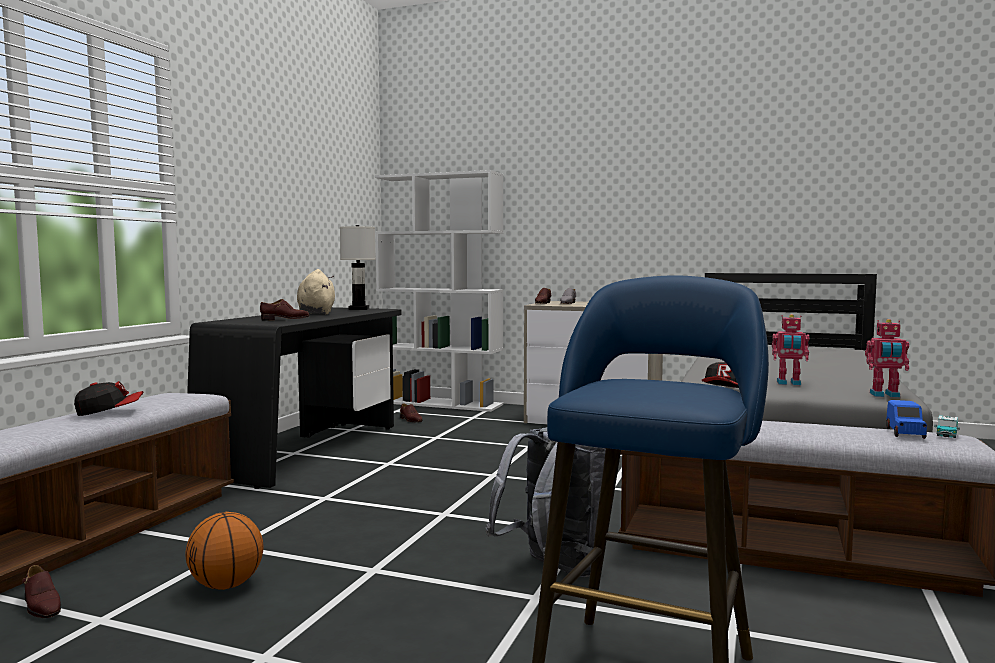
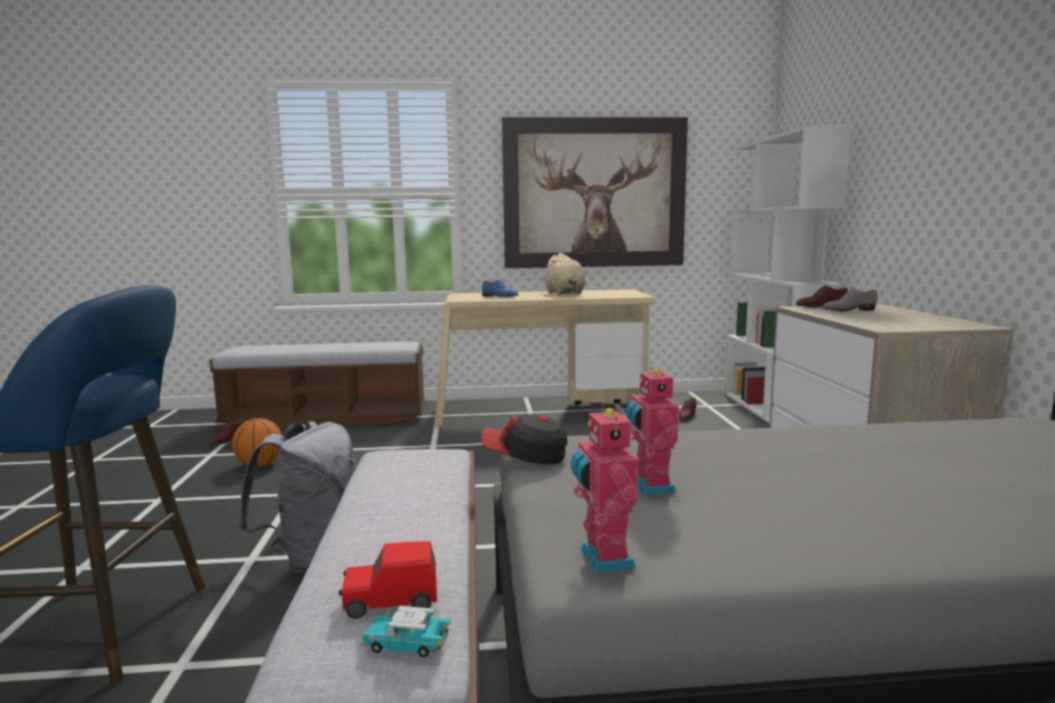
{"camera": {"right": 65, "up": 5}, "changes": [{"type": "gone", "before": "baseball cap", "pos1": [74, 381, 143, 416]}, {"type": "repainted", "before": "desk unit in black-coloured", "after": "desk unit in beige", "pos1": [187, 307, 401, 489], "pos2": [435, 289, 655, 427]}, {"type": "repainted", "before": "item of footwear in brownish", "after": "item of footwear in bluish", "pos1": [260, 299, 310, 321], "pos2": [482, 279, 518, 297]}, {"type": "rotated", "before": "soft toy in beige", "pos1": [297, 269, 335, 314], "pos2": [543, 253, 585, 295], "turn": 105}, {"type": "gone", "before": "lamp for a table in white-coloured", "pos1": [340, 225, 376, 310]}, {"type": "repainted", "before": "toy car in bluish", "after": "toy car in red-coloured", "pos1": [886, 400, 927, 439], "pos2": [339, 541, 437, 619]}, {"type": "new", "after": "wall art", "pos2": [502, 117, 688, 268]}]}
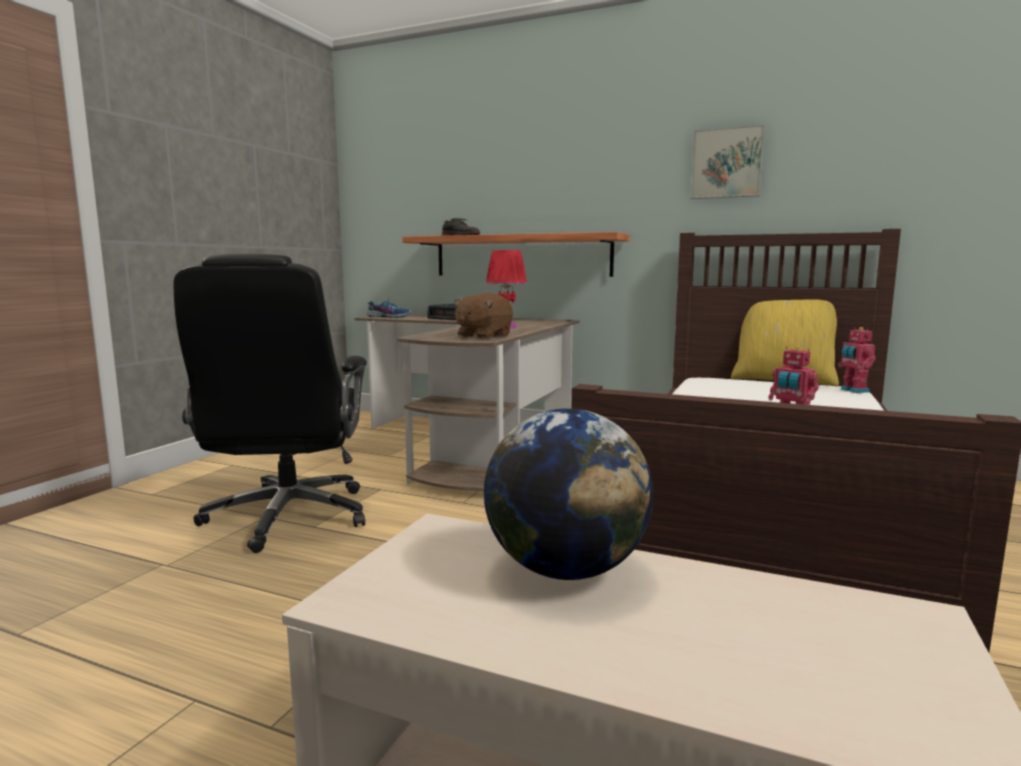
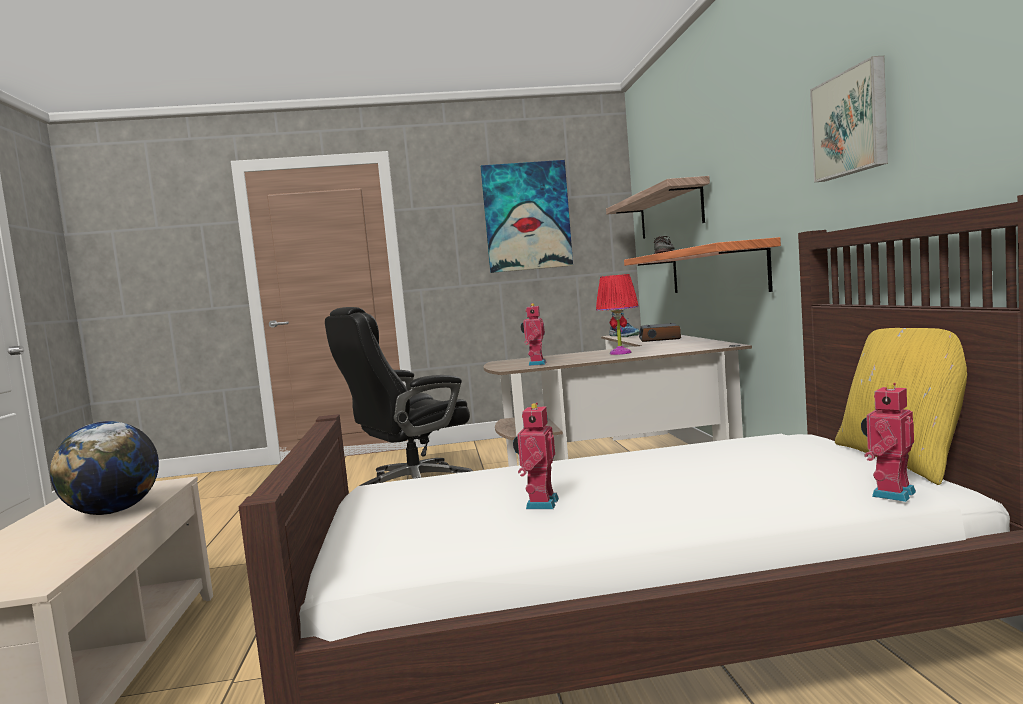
{"camera": {"right": 60, "up": -5}, "changes": [{"type": "swapped", "before": "soft toy in brownish", "after": "toy robot", "pos1": [454, 293, 513, 339], "pos2": [520, 303, 546, 366]}, {"type": "new", "after": "wall art", "pos2": [481, 160, 573, 273]}, {"type": "new", "after": "shelf", "pos2": [606, 176, 710, 239]}]}
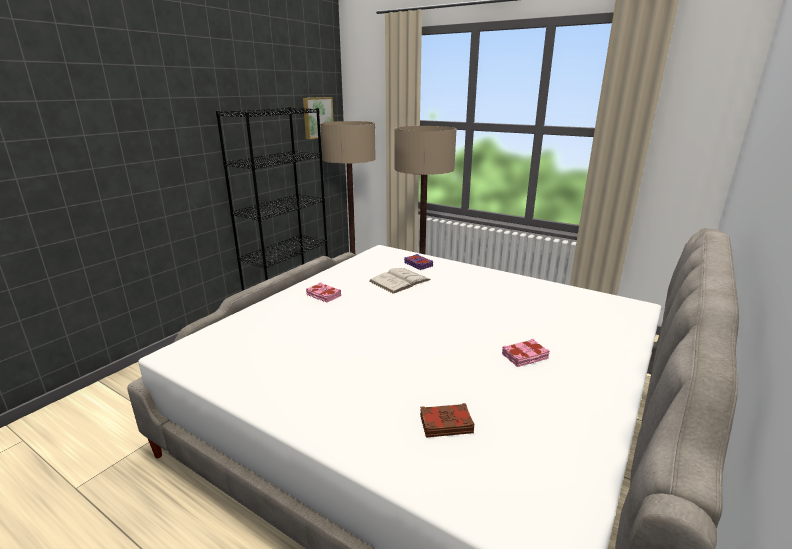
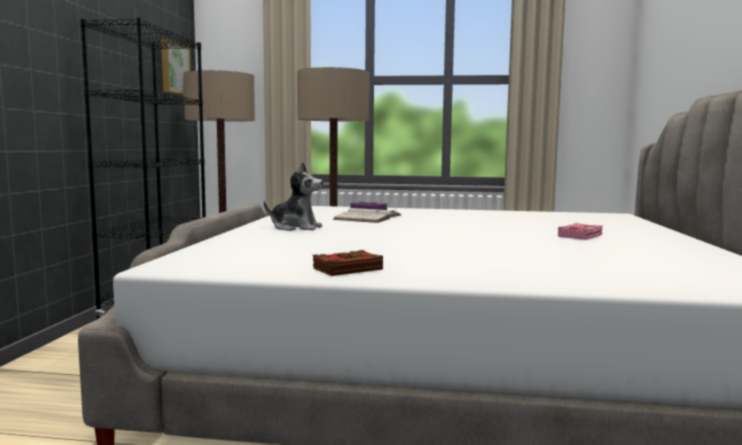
{"camera": {"right": -25, "up": -15}, "changes": [{"type": "swapped", "before": "book in pink-coloured", "after": "soft toy", "pos1": [306, 282, 341, 303], "pos2": [264, 162, 323, 231]}, {"type": "shifted", "before": "book in brownish", "pos1": [420, 403, 474, 438], "pos2": [313, 250, 383, 276]}]}
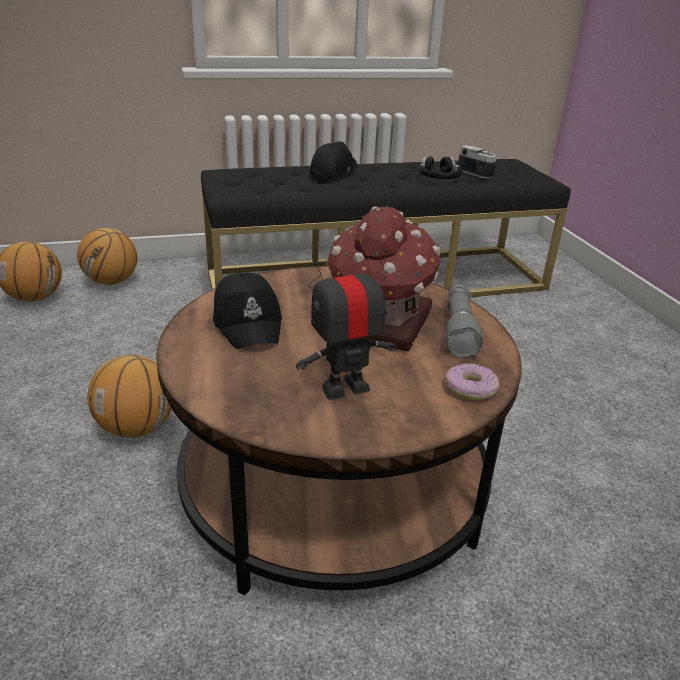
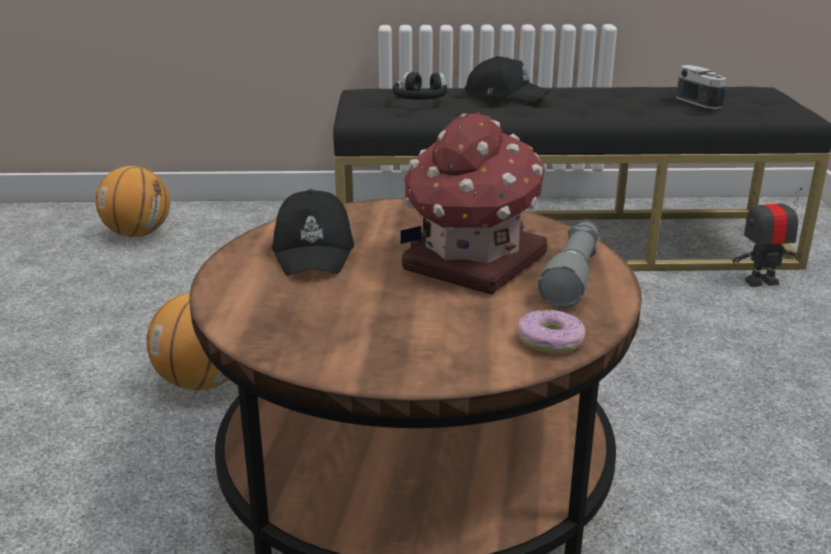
{"camera": {"right": 15, "up": -5}, "changes": [{"type": "gone", "before": "basketball", "pos1": [77, 228, 137, 285]}, {"type": "shifted", "before": "toy robot", "pos1": [296, 249, 397, 400], "pos2": [732, 188, 802, 287]}, {"type": "rotated", "before": "baseball cap in black-coloured", "pos1": [310, 141, 358, 179], "pos2": [465, 56, 549, 102], "turn": 75}, {"type": "shifted", "before": "pair of headphones in black-coloured", "pos1": [420, 156, 462, 179], "pos2": [393, 71, 447, 100]}]}
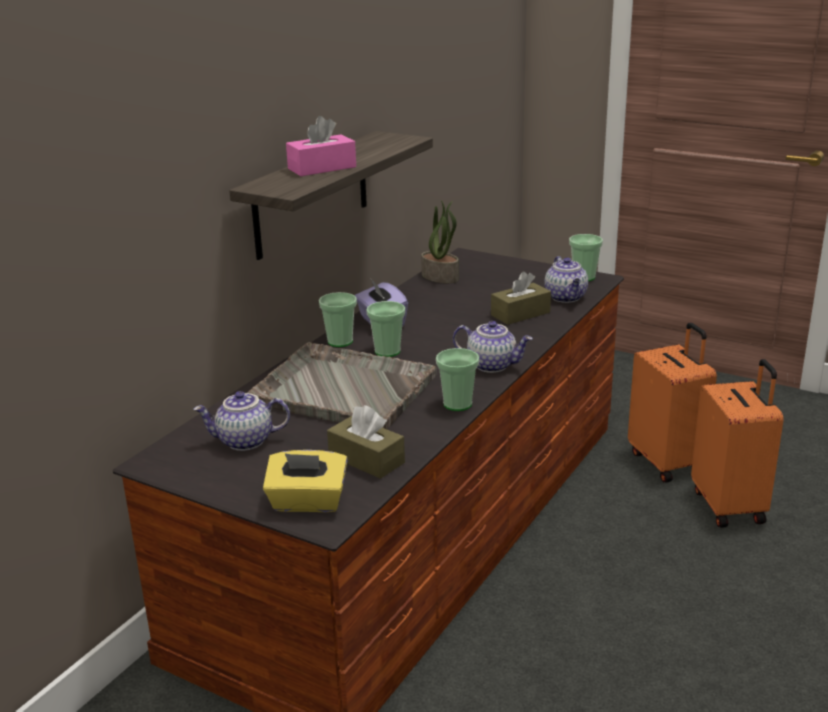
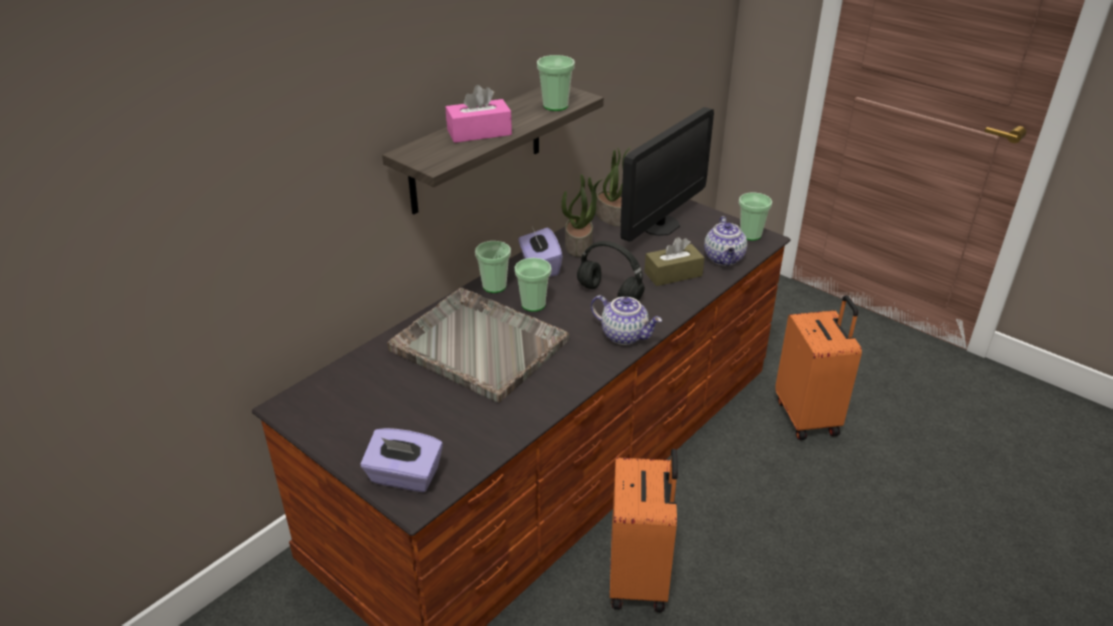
{"camera": {"right": 10, "up": 10}, "changes": [{"type": "gone", "before": "tea pot", "pos1": [193, 391, 290, 451]}, {"type": "repainted", "before": "tissue holder in yellow", "after": "tissue holder in purplish", "pos1": [263, 450, 348, 512], "pos2": [361, 428, 443, 492]}, {"type": "gone", "before": "tissue holder in brownish", "pos1": [327, 405, 405, 479]}, {"type": "shifted", "before": "small cup", "pos1": [436, 348, 479, 411], "pos2": [537, 55, 575, 111]}, {"type": "shifted", "before": "piece of luggage in orangey", "pos1": [691, 359, 784, 528], "pos2": [610, 449, 678, 612]}, {"type": "new", "after": "houseplant", "pos2": [561, 174, 603, 257]}, {"type": "new", "after": "pair of headphones in black-coloured", "pos2": [577, 241, 645, 301]}, {"type": "new", "after": "computer display", "pos2": [621, 107, 714, 242]}]}
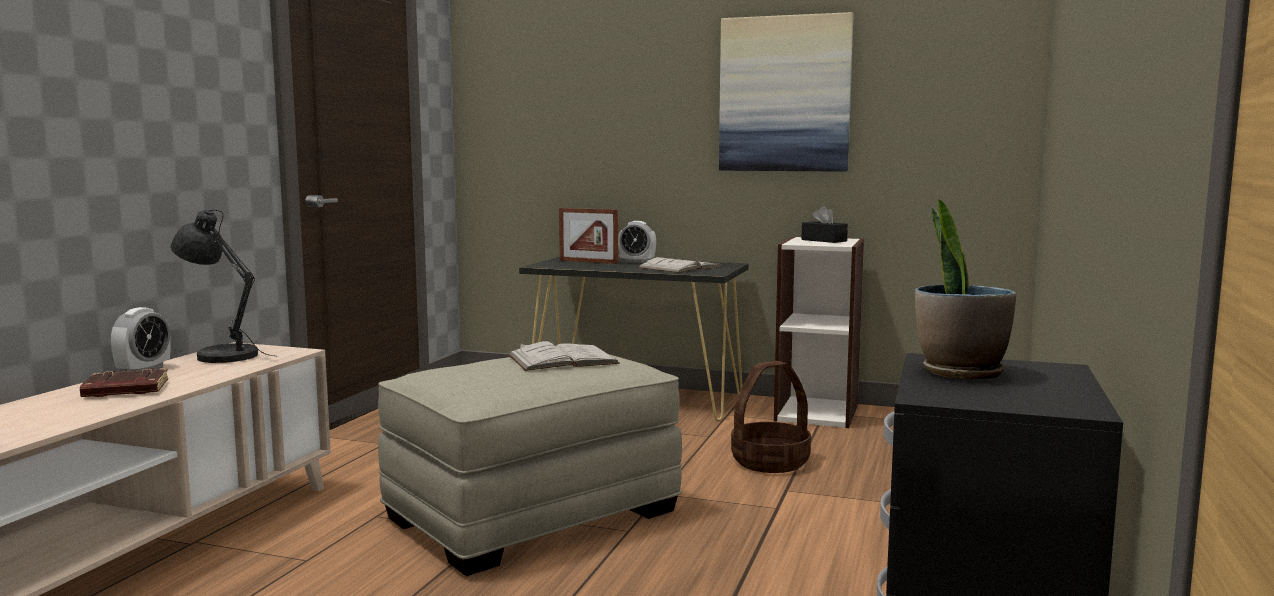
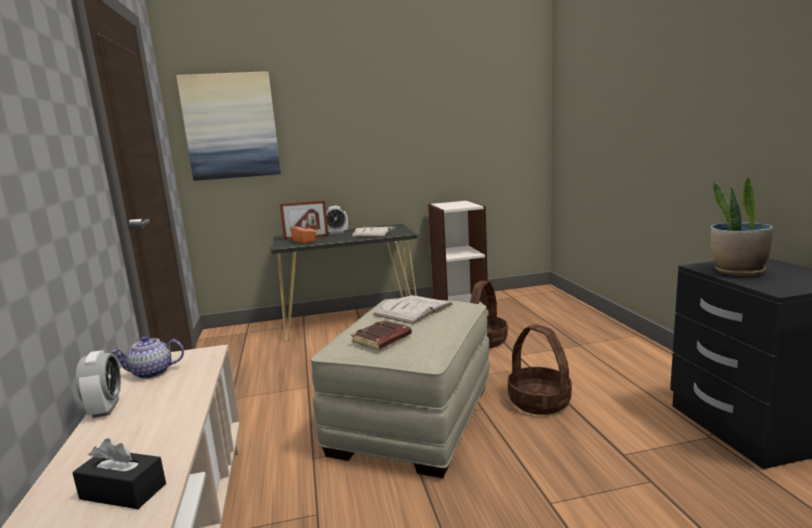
{"camera": {"right": -30, "up": 5}, "changes": [{"type": "shifted", "before": "book in brownish", "pos1": [80, 368, 168, 397], "pos2": [351, 320, 412, 350]}, {"type": "swapped", "before": "lamp for a table in grey", "after": "tea pot", "pos1": [170, 209, 273, 363], "pos2": [111, 336, 184, 379]}, {"type": "shifted", "before": "wall art", "pos1": [719, 12, 853, 172], "pos2": [176, 71, 281, 181]}, {"type": "shifted", "before": "tissue holder in black-coloured", "pos1": [801, 206, 848, 243], "pos2": [72, 438, 166, 509]}, {"type": "new", "after": "tissue holder in orangey", "pos2": [290, 220, 316, 244]}, {"type": "new", "after": "household basket", "pos2": [508, 324, 572, 415]}]}
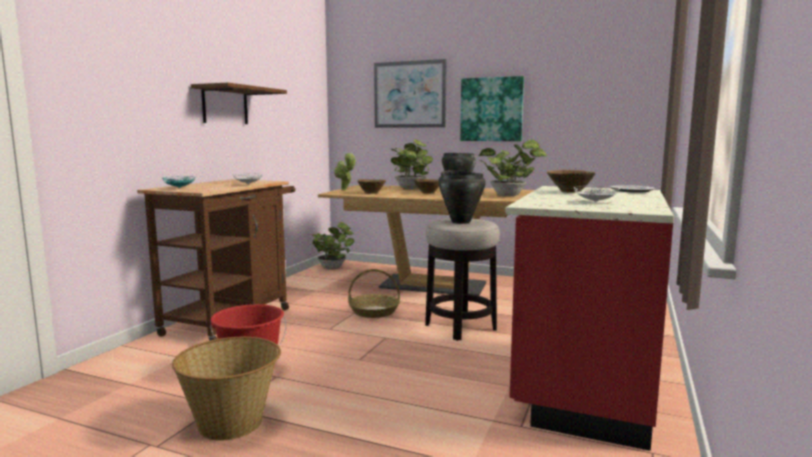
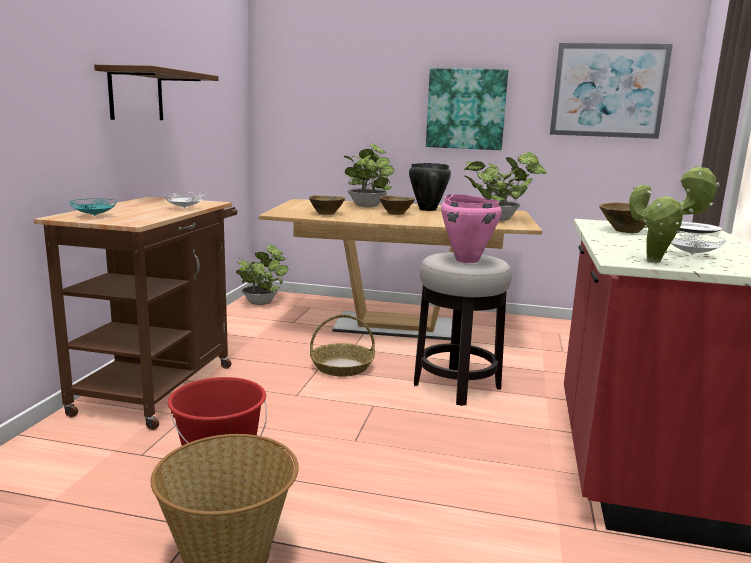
{"camera": {"right": -10, "up": 5}, "changes": [{"type": "shifted", "before": "houseplant", "pos1": [334, 152, 355, 190], "pos2": [629, 165, 720, 263]}, {"type": "shifted", "before": "wall art", "pos1": [374, 59, 447, 128], "pos2": [550, 43, 673, 139]}, {"type": "repainted", "before": "cooking pot in black-coloured", "after": "cooking pot in pink-coloured", "pos1": [438, 170, 486, 224], "pos2": [441, 194, 502, 263]}]}
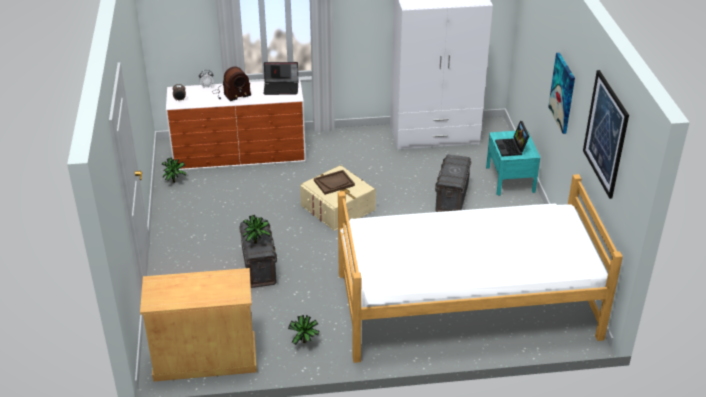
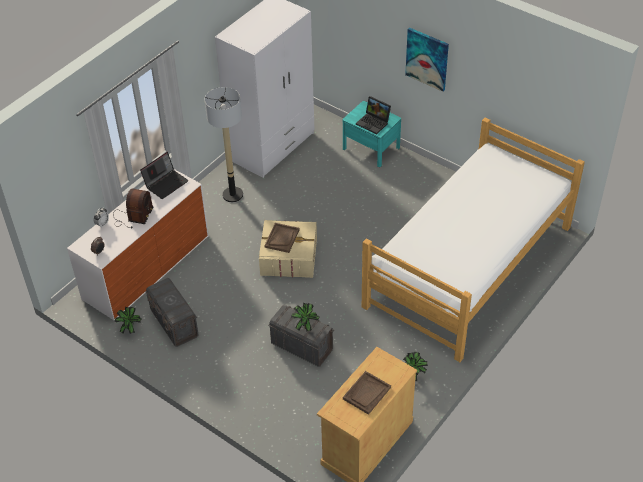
{"camera": {"right": -45, "up": 10}, "changes": [{"type": "shifted", "before": "storage container in grey", "pos1": [435, 154, 472, 212], "pos2": [145, 278, 199, 347]}, {"type": "gone", "before": "wall art", "pos1": [583, 70, 629, 199]}, {"type": "new", "after": "standard lamp", "pos2": [205, 87, 243, 202]}, {"type": "new", "after": "tray in brownish", "pos2": [343, 371, 391, 415]}]}
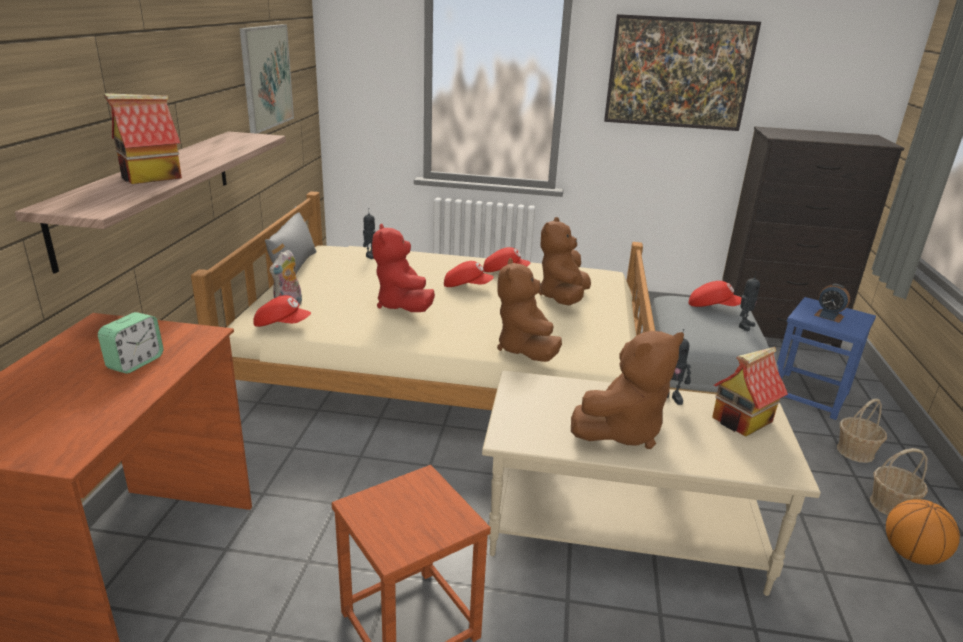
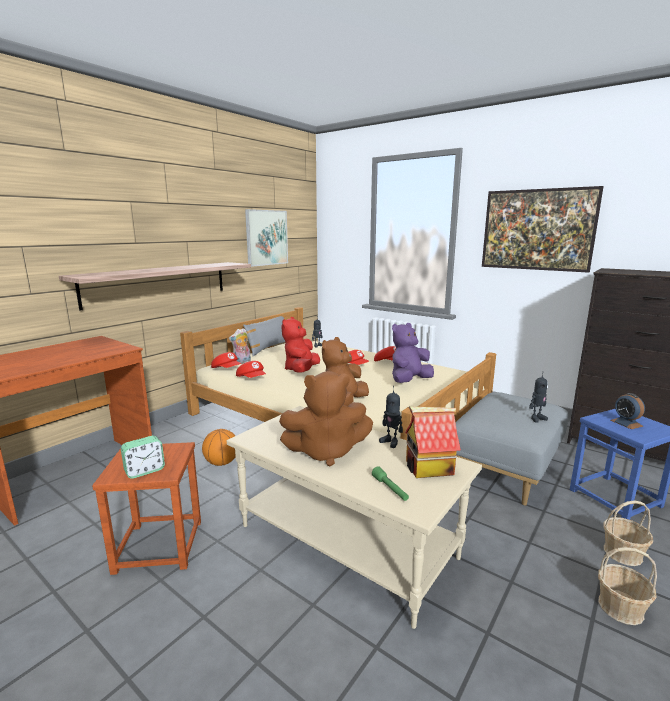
{"camera": {"right": 30, "up": -10}, "changes": [{"type": "shifted", "before": "alarm clock", "pos1": [98, 312, 163, 374], "pos2": [121, 436, 165, 479]}, {"type": "gone", "before": "toy house", "pos1": [104, 93, 182, 184]}, {"type": "repainted", "before": "soft toy in brownish", "after": "soft toy in purplish", "pos1": [539, 217, 591, 305], "pos2": [392, 323, 434, 383]}, {"type": "shifted", "before": "baseball cap in red-coloured", "pos1": [688, 281, 742, 307], "pos2": [236, 361, 266, 378]}, {"type": "shifted", "before": "basketball", "pos1": [886, 499, 960, 565], "pos2": [202, 429, 236, 466]}, {"type": "new", "after": "hand torch in green", "pos2": [372, 466, 409, 501]}]}
